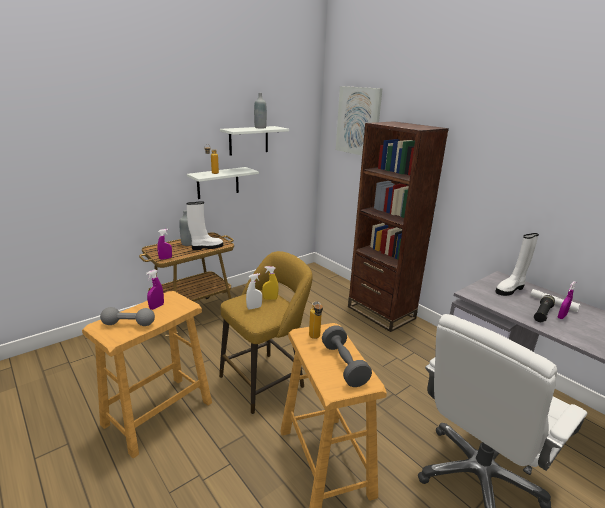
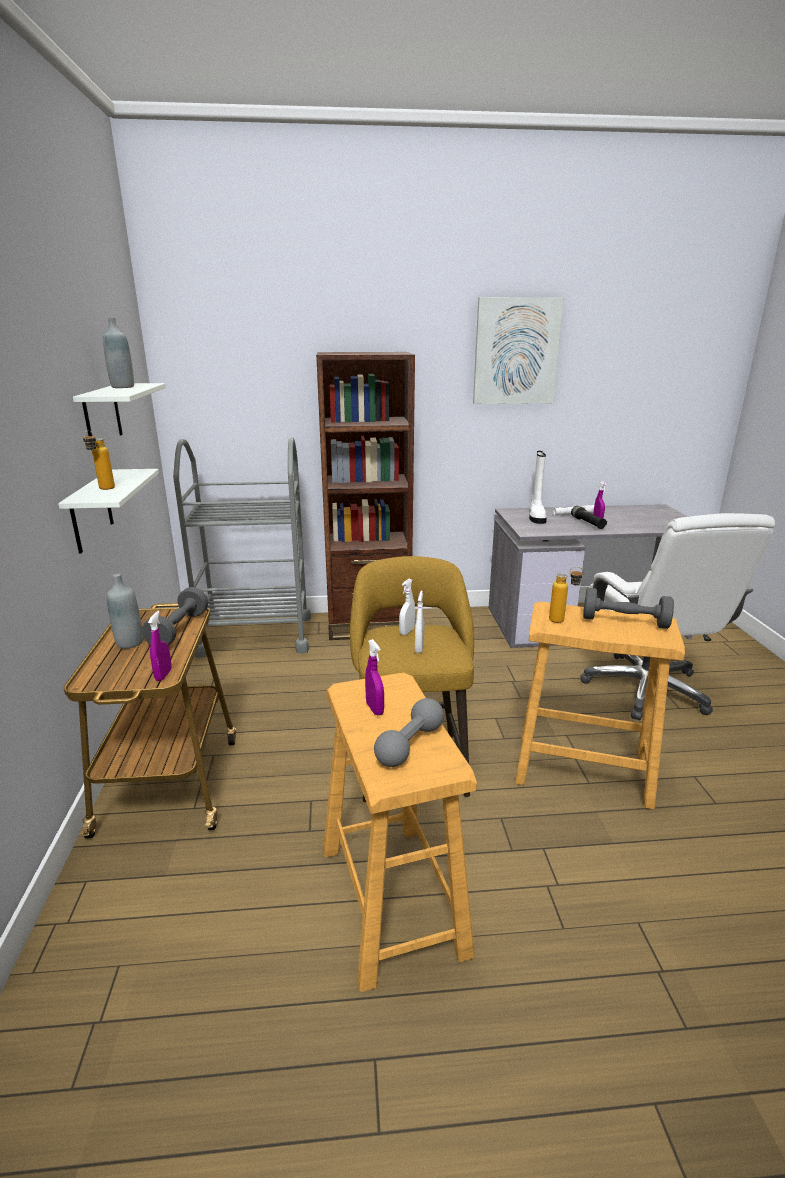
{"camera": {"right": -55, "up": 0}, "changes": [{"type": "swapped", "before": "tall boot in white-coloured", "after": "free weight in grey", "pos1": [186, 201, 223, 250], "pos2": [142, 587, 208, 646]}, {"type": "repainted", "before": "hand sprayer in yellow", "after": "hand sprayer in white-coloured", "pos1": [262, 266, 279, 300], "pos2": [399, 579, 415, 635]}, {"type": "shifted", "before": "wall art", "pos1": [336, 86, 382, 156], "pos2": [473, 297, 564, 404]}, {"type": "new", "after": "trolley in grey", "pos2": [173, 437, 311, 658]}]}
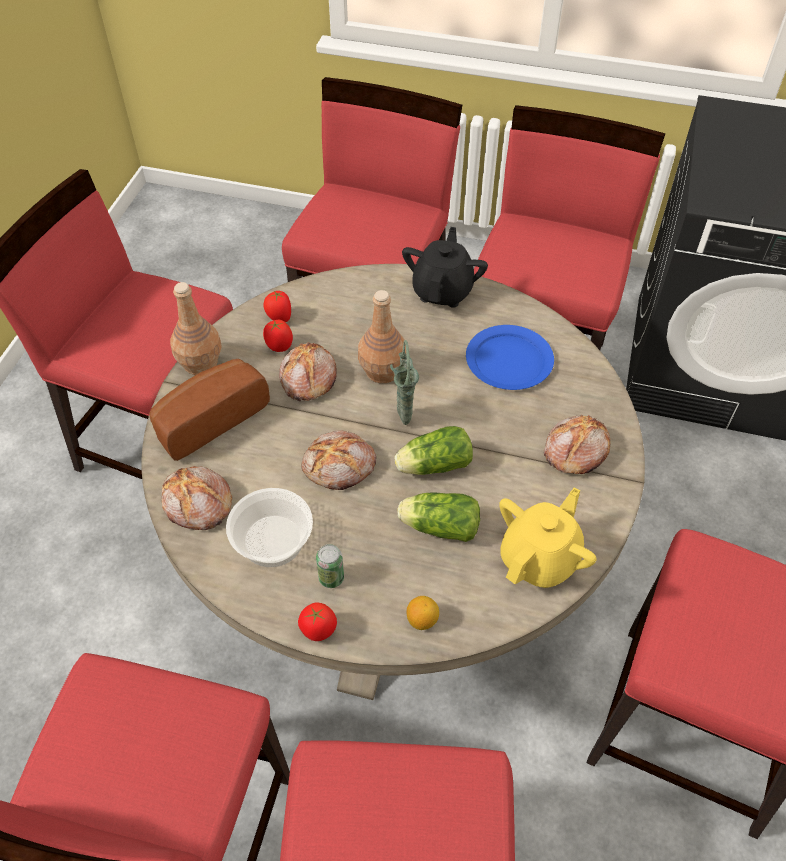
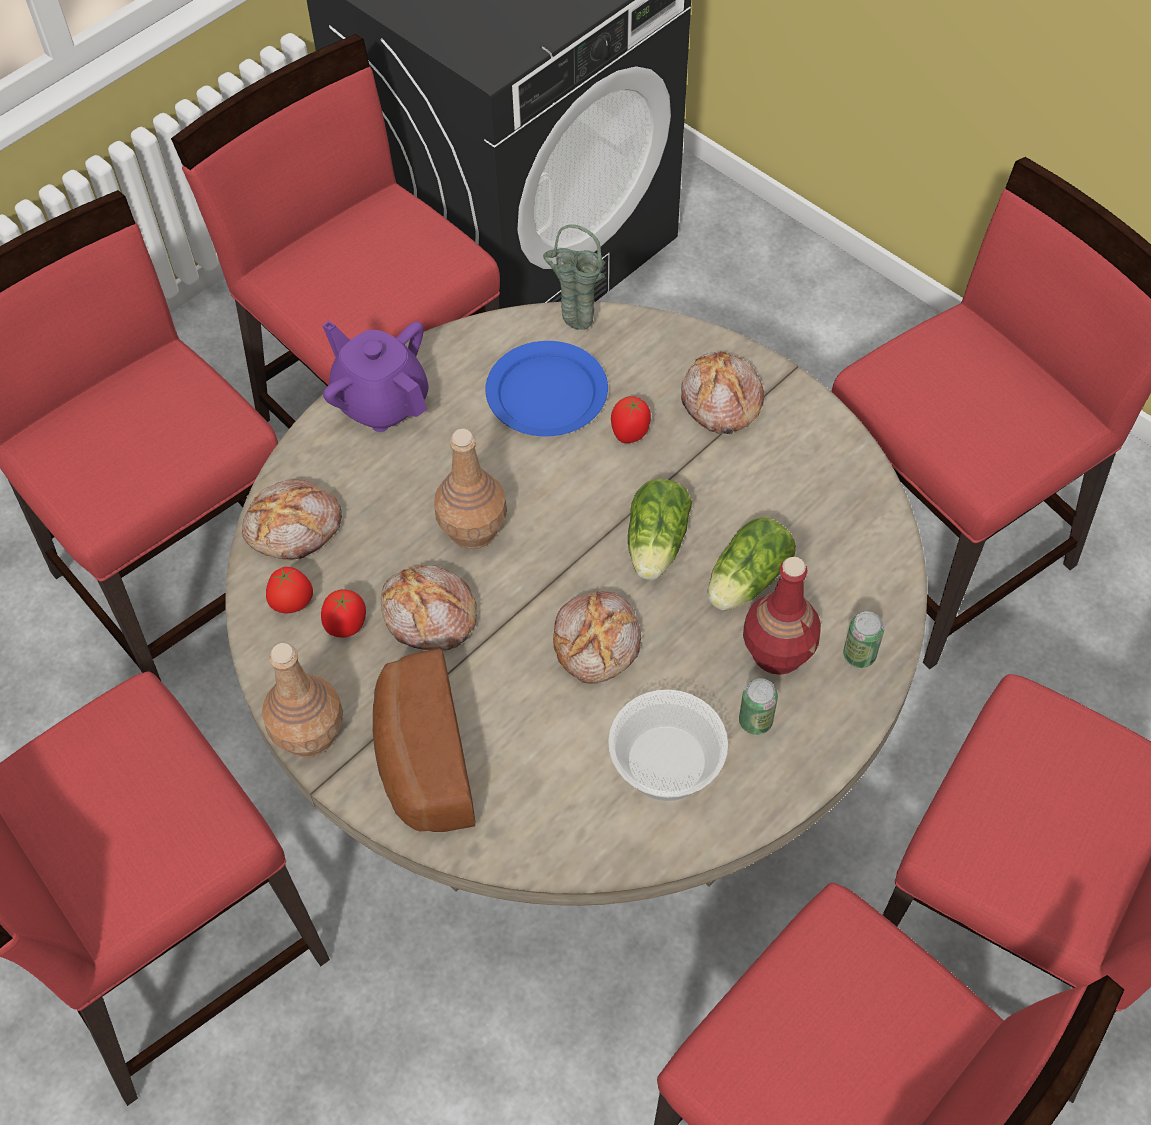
{"camera": {"right": -60, "up": 5}, "changes": [{"type": "shifted", "before": "baked bread", "pos1": [162, 466, 232, 530], "pos2": [242, 480, 342, 559]}, {"type": "shifted", "before": "fresh tomato", "pos1": [298, 602, 337, 641], "pos2": [611, 396, 651, 443]}, {"type": "shifted", "before": "decorative vase in green", "pos1": [390, 340, 419, 425], "pos2": [543, 224, 605, 330]}, {"type": "repainted", "before": "tea pot in black-coloured", "after": "tea pot in purplish", "pos1": [402, 227, 488, 308], "pos2": [323, 321, 429, 432]}, {"type": "swapped", "before": "lemon", "after": "sealed can", "pos1": [406, 596, 439, 630], "pos2": [843, 611, 884, 668]}, {"type": "gone", "before": "tea pot in yellow", "pos1": [499, 487, 596, 588]}, {"type": "new", "after": "beverage bottle in red-coloured", "pos2": [743, 557, 821, 675]}]}
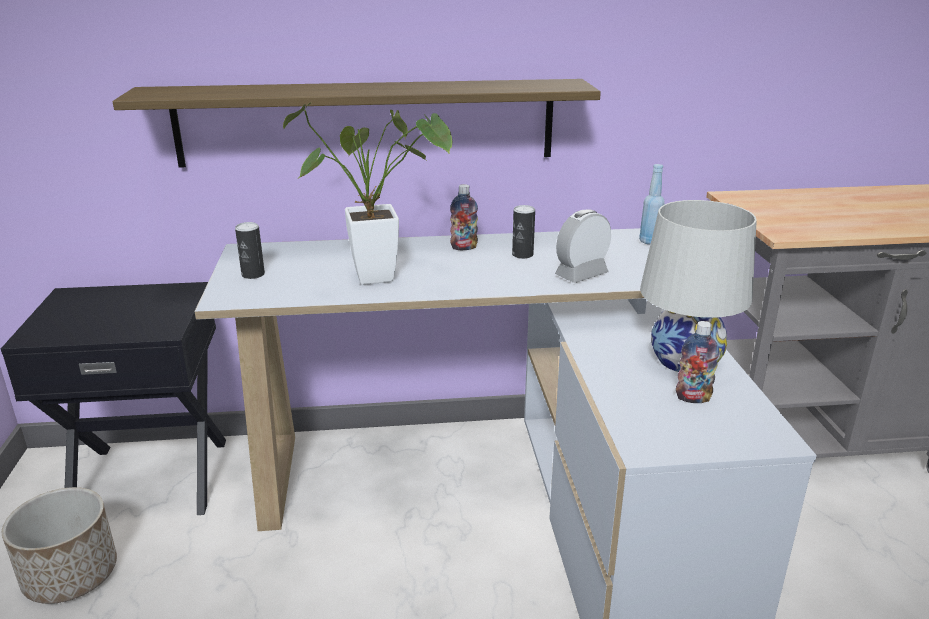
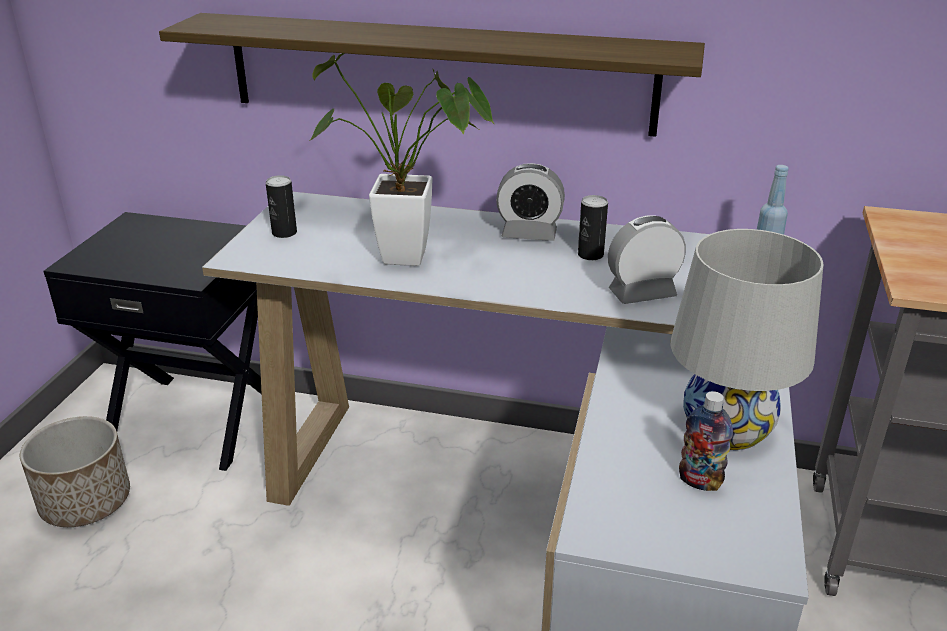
{"camera": {"right": 20, "up": 5}, "changes": [{"type": "swapped", "before": "beverage bottle", "after": "alarm clock", "pos1": [450, 184, 478, 250], "pos2": [496, 163, 565, 241]}]}
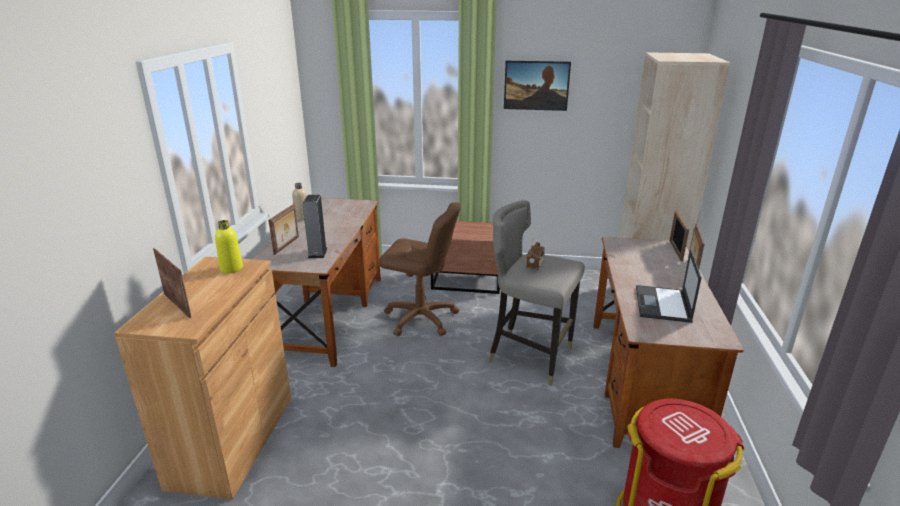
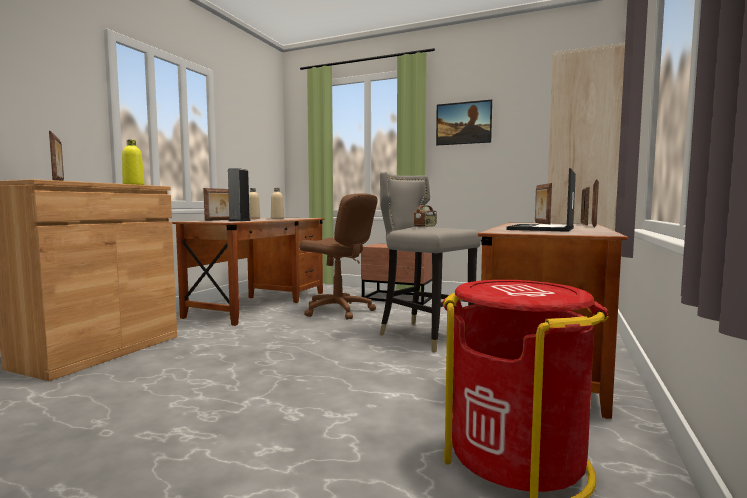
{"camera": {"right": 15, "up": -20}, "changes": [{"type": "new", "after": "beverage bottle in beige", "pos2": [271, 188, 284, 219]}, {"type": "new", "after": "photo frame", "pos2": [535, 183, 552, 224]}]}
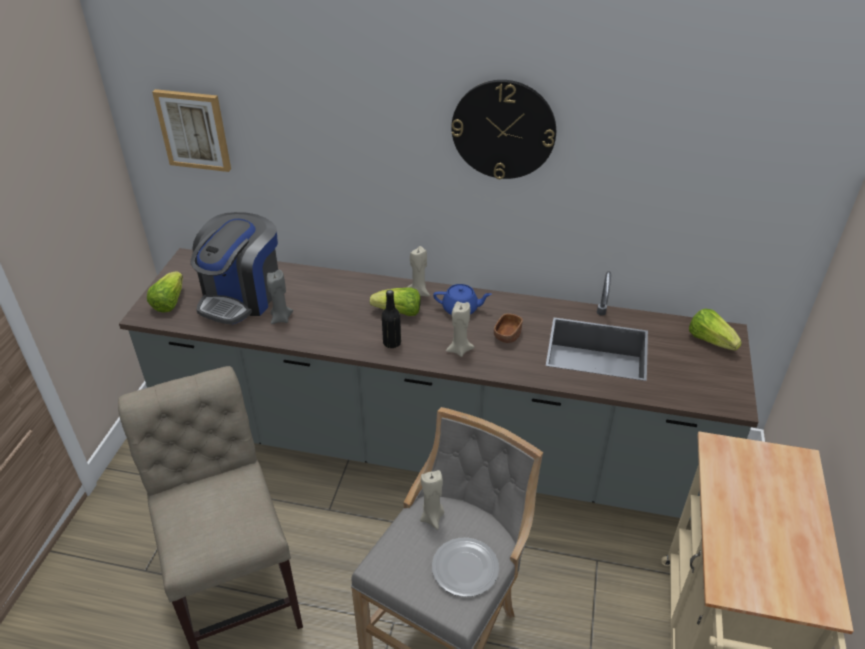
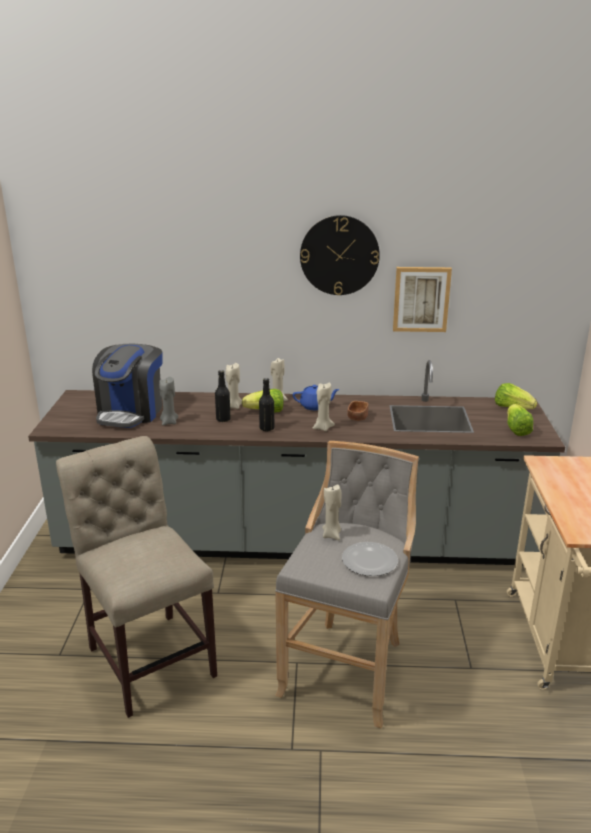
{"camera": {"right": -10, "up": -15}, "changes": [{"type": "shifted", "before": "head of lettuce", "pos1": [147, 271, 183, 312], "pos2": [507, 404, 533, 436]}, {"type": "shifted", "before": "wall art", "pos1": [152, 89, 231, 172], "pos2": [393, 267, 452, 332]}, {"type": "new", "after": "beverage bottle in black-coloured", "pos2": [215, 370, 231, 422]}, {"type": "new", "after": "candle in beige", "pos2": [226, 363, 242, 409]}]}
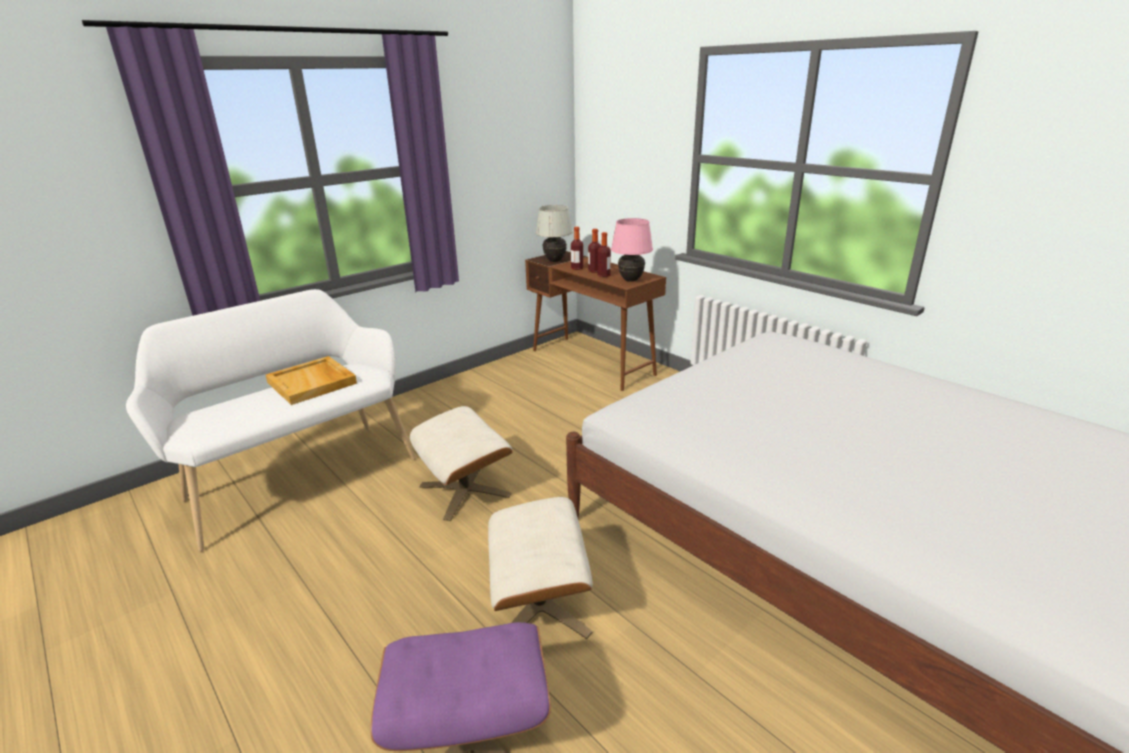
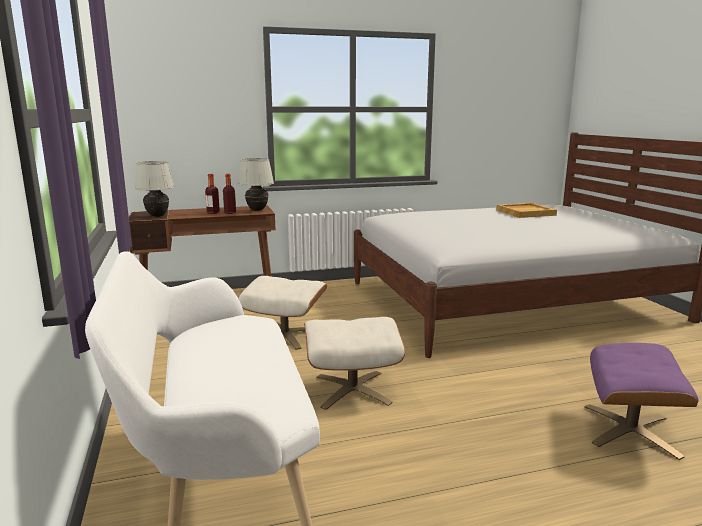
{"camera": {"right": -65, "up": -10}, "changes": [{"type": "shifted", "before": "tray in beige", "pos1": [266, 356, 357, 405], "pos2": [496, 203, 557, 218]}, {"type": "shifted", "before": "ottoman in beige", "pos1": [488, 497, 593, 639], "pos2": [238, 276, 327, 350]}, {"type": "gone", "before": "beverage bottle", "pos1": [571, 227, 583, 270]}, {"type": "repainted", "before": "lamp for a table in pink-coloured", "after": "lamp for a table in white-coloured", "pos1": [611, 218, 653, 282], "pos2": [238, 158, 274, 211]}]}
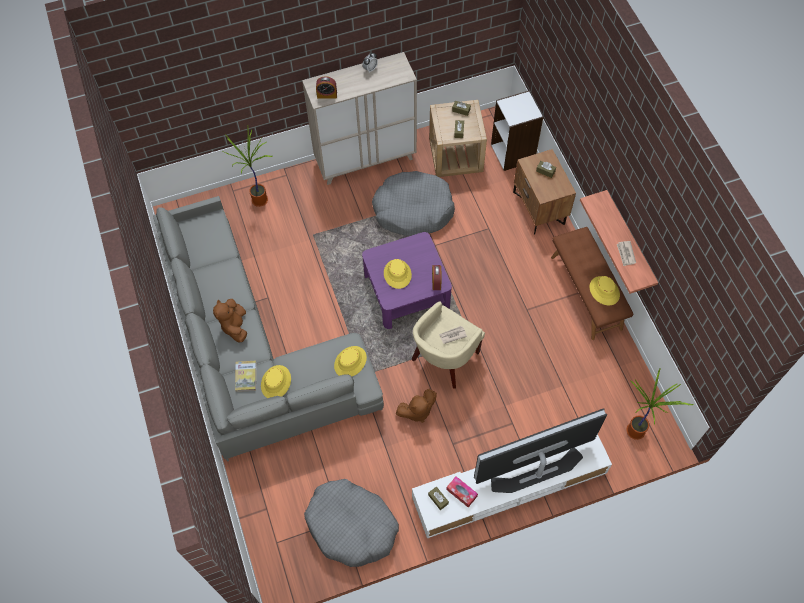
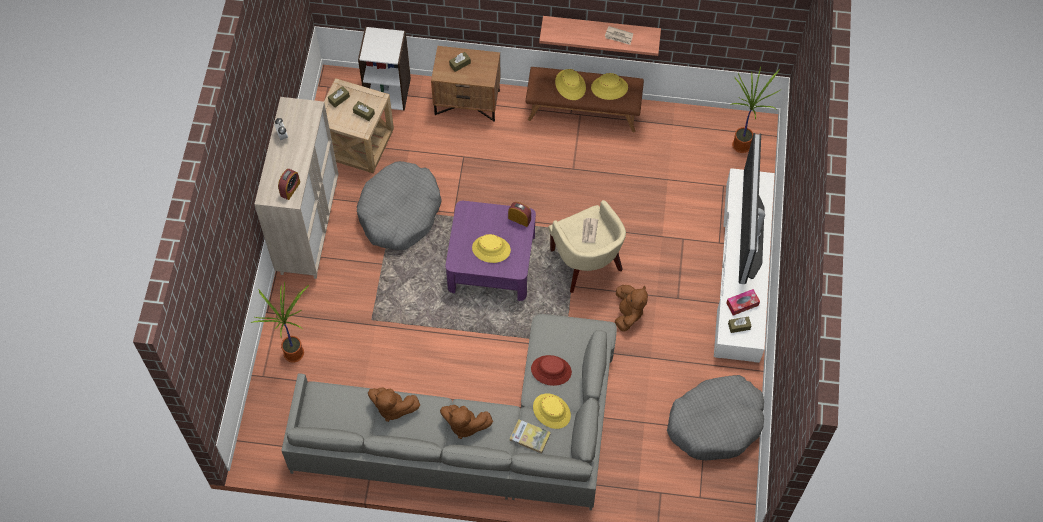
{"camera": {"right": -65, "up": 0}, "changes": [{"type": "shifted", "before": "hat in yellow", "pos1": [334, 346, 367, 376], "pos2": [555, 69, 586, 100]}, {"type": "new", "after": "soft toy in brownish", "pos2": [368, 388, 420, 422]}, {"type": "new", "after": "hat in red-coloured", "pos2": [531, 355, 572, 386]}]}
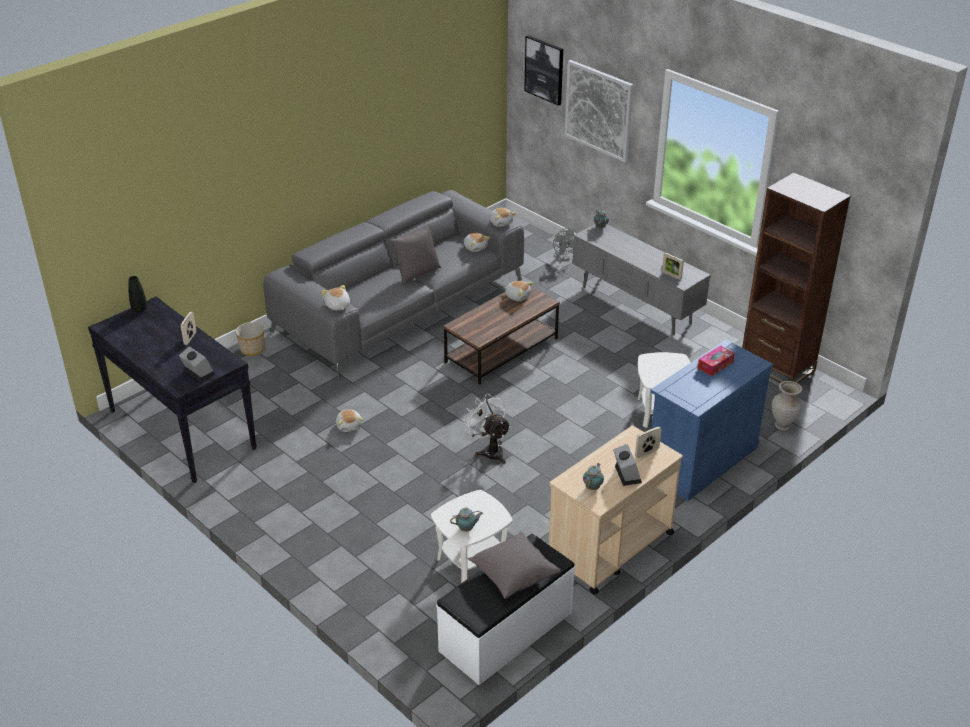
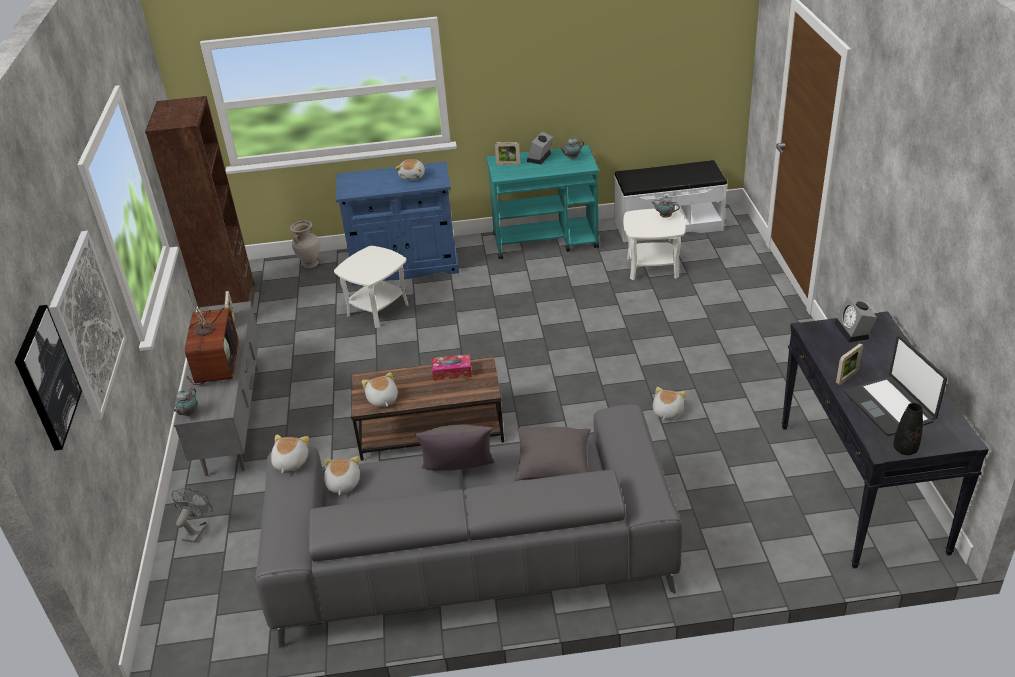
{"camera": {"right": -140, "up": 0}, "changes": [{"type": "gone", "before": "flower pot", "pos1": [236, 322, 265, 356]}, {"type": "shifted", "before": "soft toy", "pos1": [321, 285, 350, 310], "pos2": [395, 159, 425, 180]}, {"type": "gone", "before": "fan in white-coloured", "pos1": [463, 393, 511, 464]}, {"type": "shifted", "before": "pillow in grey", "pos1": [468, 532, 561, 599], "pos2": [515, 427, 590, 480]}, {"type": "repainted", "before": "trolley in beige", "after": "trolley in turquoise", "pos1": [549, 426, 683, 594], "pos2": [487, 145, 599, 260]}, {"type": "shifted", "before": "tissue holder", "pos1": [698, 345, 735, 376], "pos2": [432, 354, 472, 381]}, {"type": "new", "after": "TV set", "pos2": [185, 288, 239, 385]}, {"type": "new", "after": "notebook computer", "pos2": [844, 336, 947, 436]}]}
